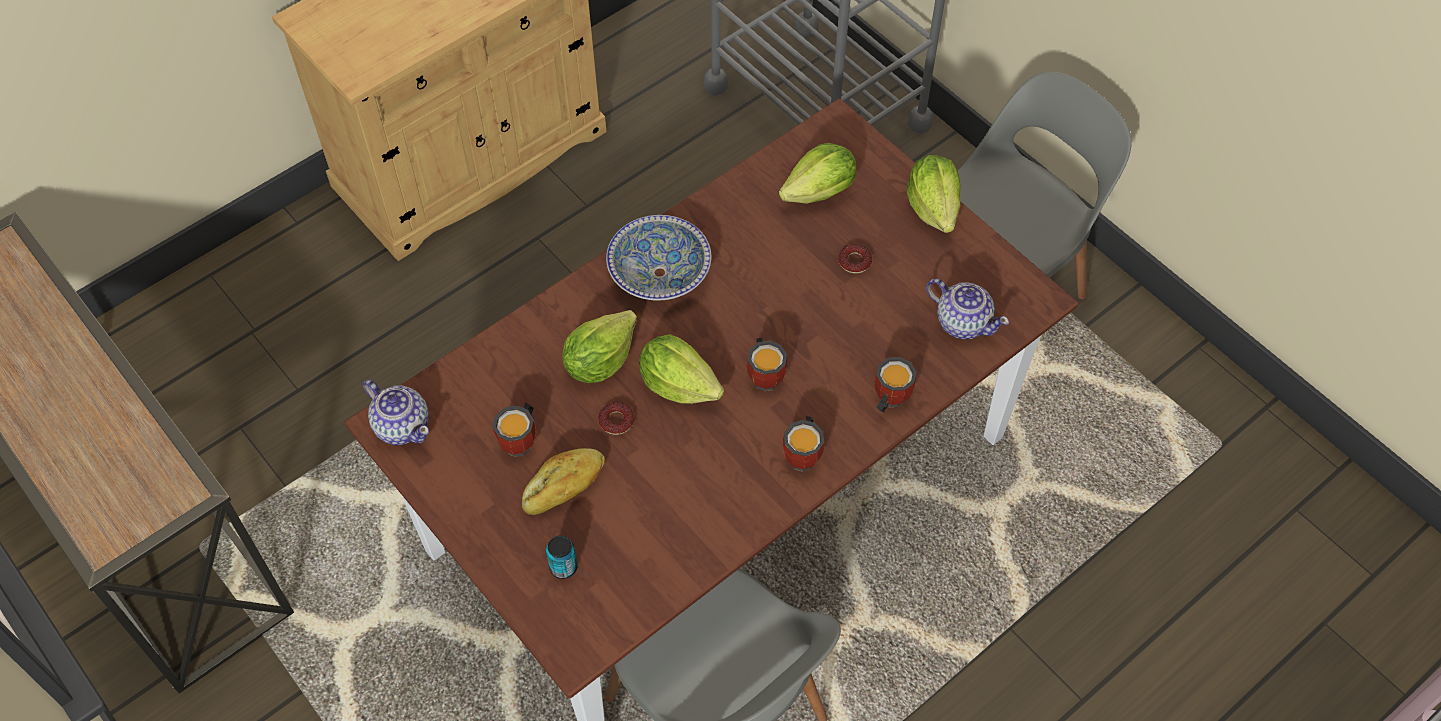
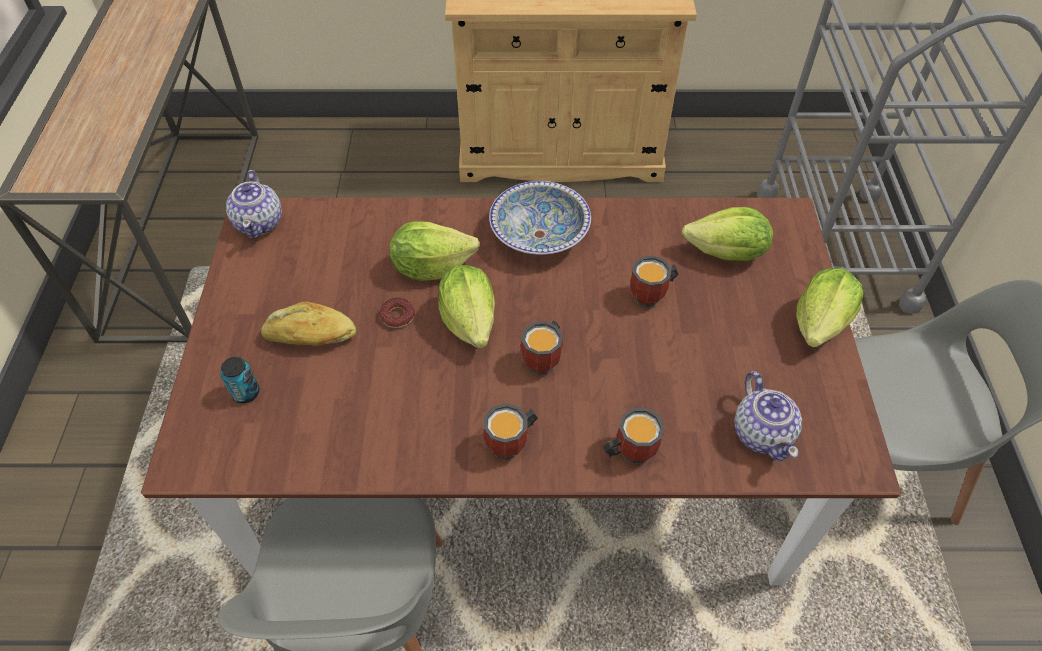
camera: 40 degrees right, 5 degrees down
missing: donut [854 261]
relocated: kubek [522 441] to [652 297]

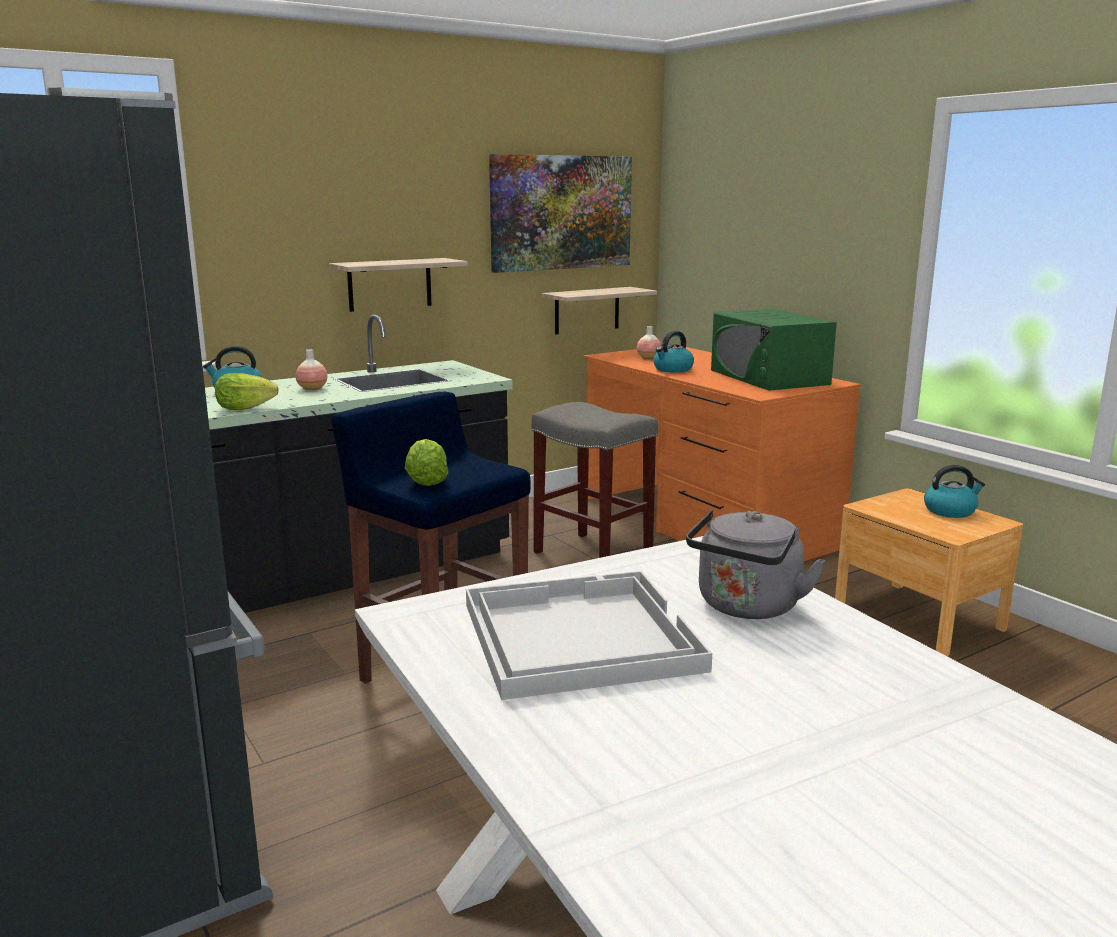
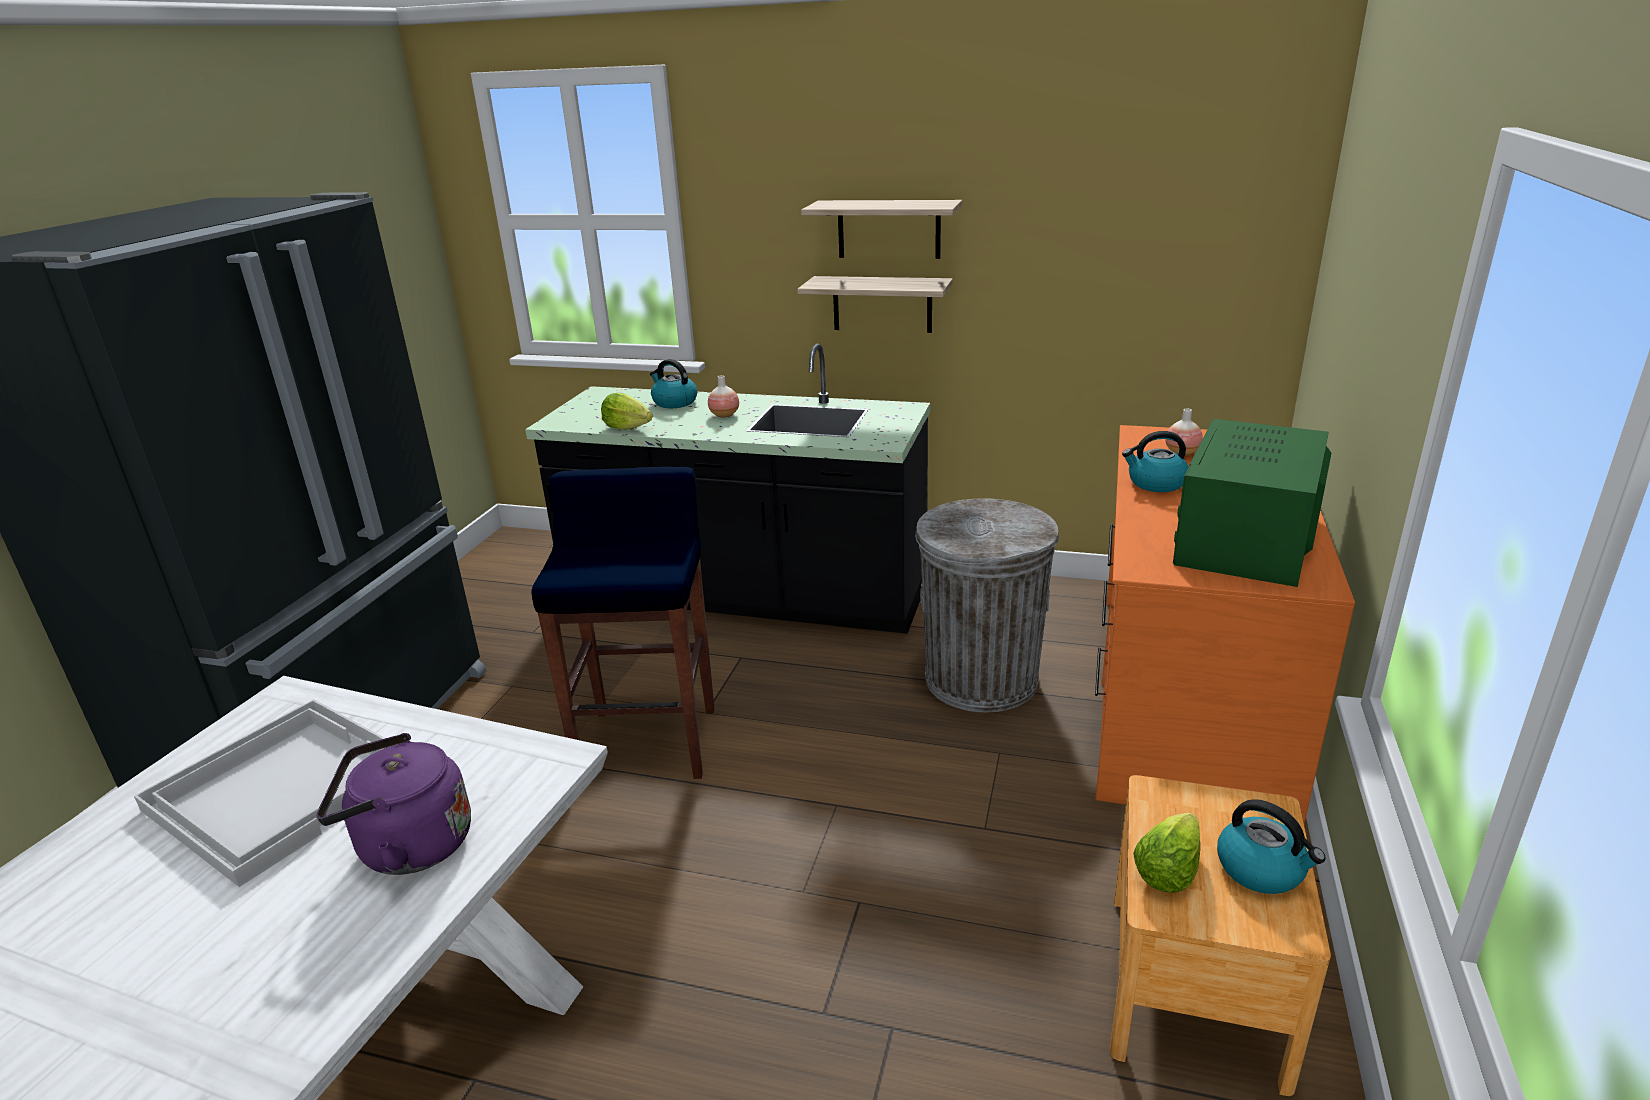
camera: 50 degrees right, 10 degrees up
missing: obraz [561 212]
relocated: sałata [426 481] to [1167 872]; półka [587 310] to [889 229]
exchanged: stołek [szary] [591 555] to kosz na śmieci [szary] [981 679]
colour: czajnik [szary] [746 607] to czajnik [fioletowy] [409 847]

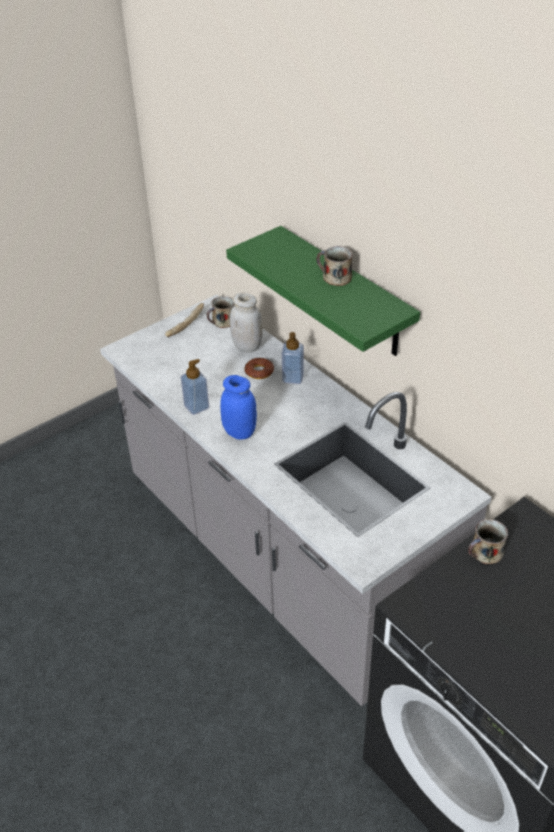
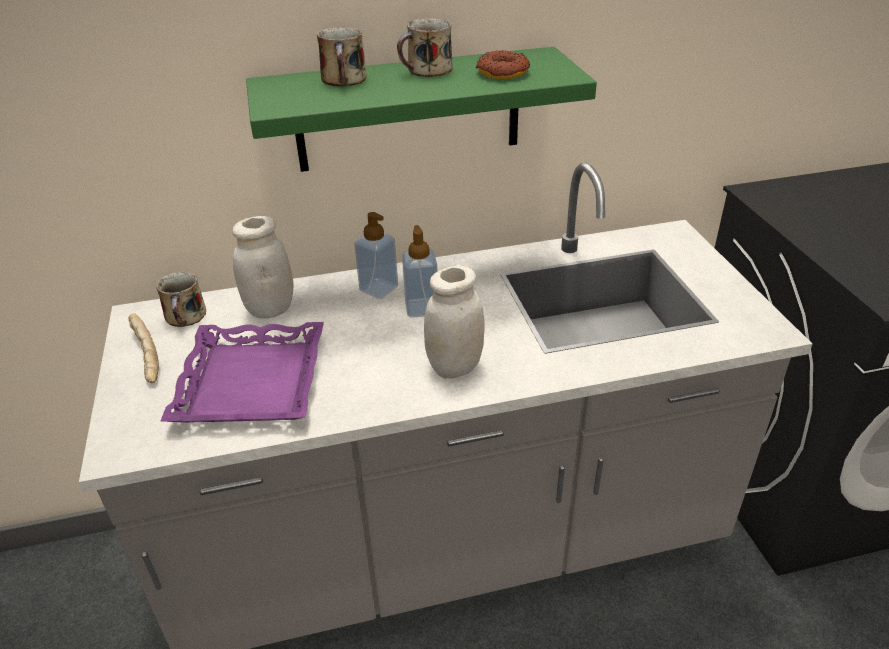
camera: 65 degrees left, 5 degrees down
appeared: taca [fioletowy] [253 382]
relocated: dozownik mydła [196 407] to [421 308]; donut [259 371] to [502 72]; kubek [485 553] to [344 79]
colour: słoik [niebieski] [239 432] to słoik [biały] [455 367]

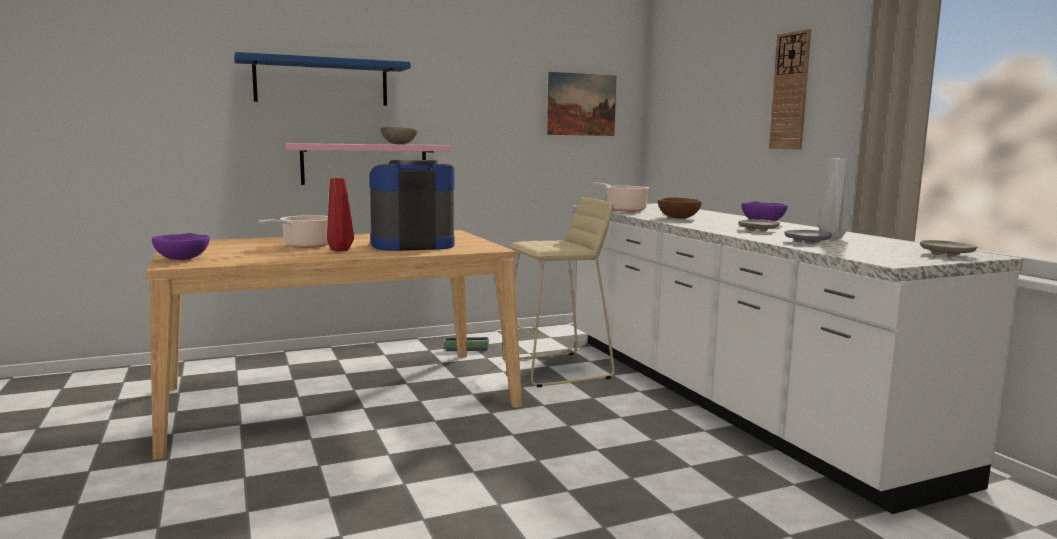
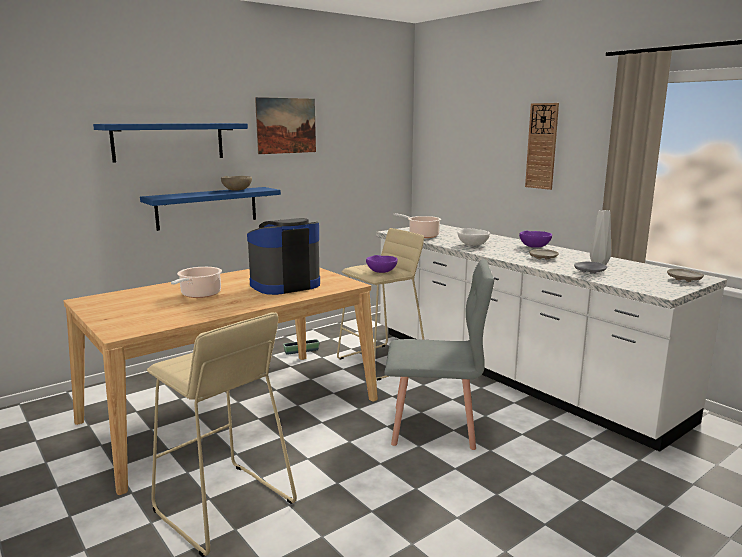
camera: 15 degrees left, 5 degrees up
missing: wazon [czerwony] [339 250]
appeared: stołek [beżowy] [223 507]; krzesło [szary] [434 427]
relocated: miska [fioletowy] [183 259] to [382 272]; obraz [581 104] to [286 125]
colour: półka [różowy] [365 164] to półka [niebieski] [207 208]; miska [brązowy] [678 218] to miska [biały] [472 245]

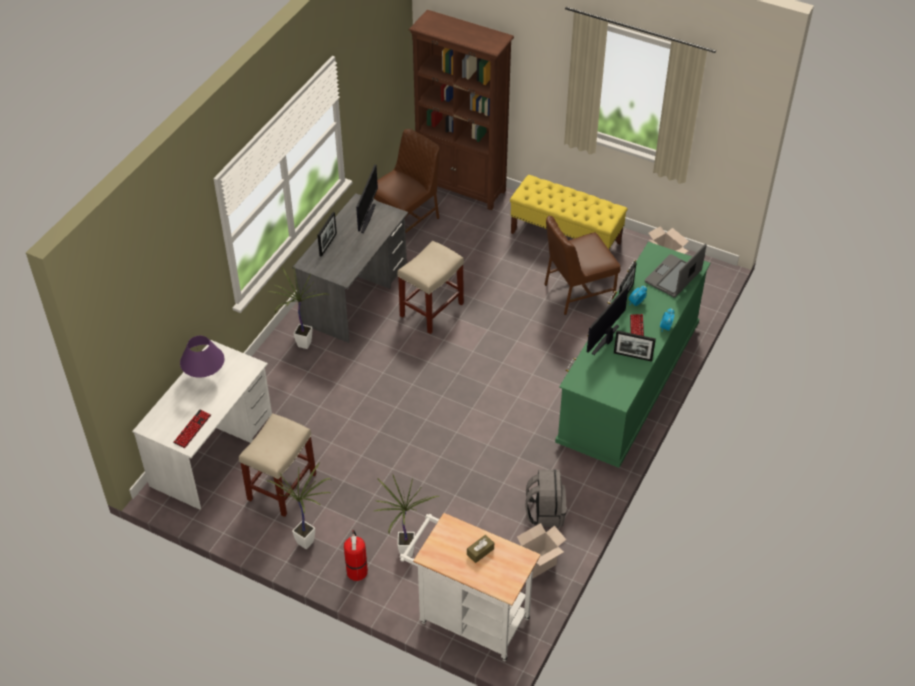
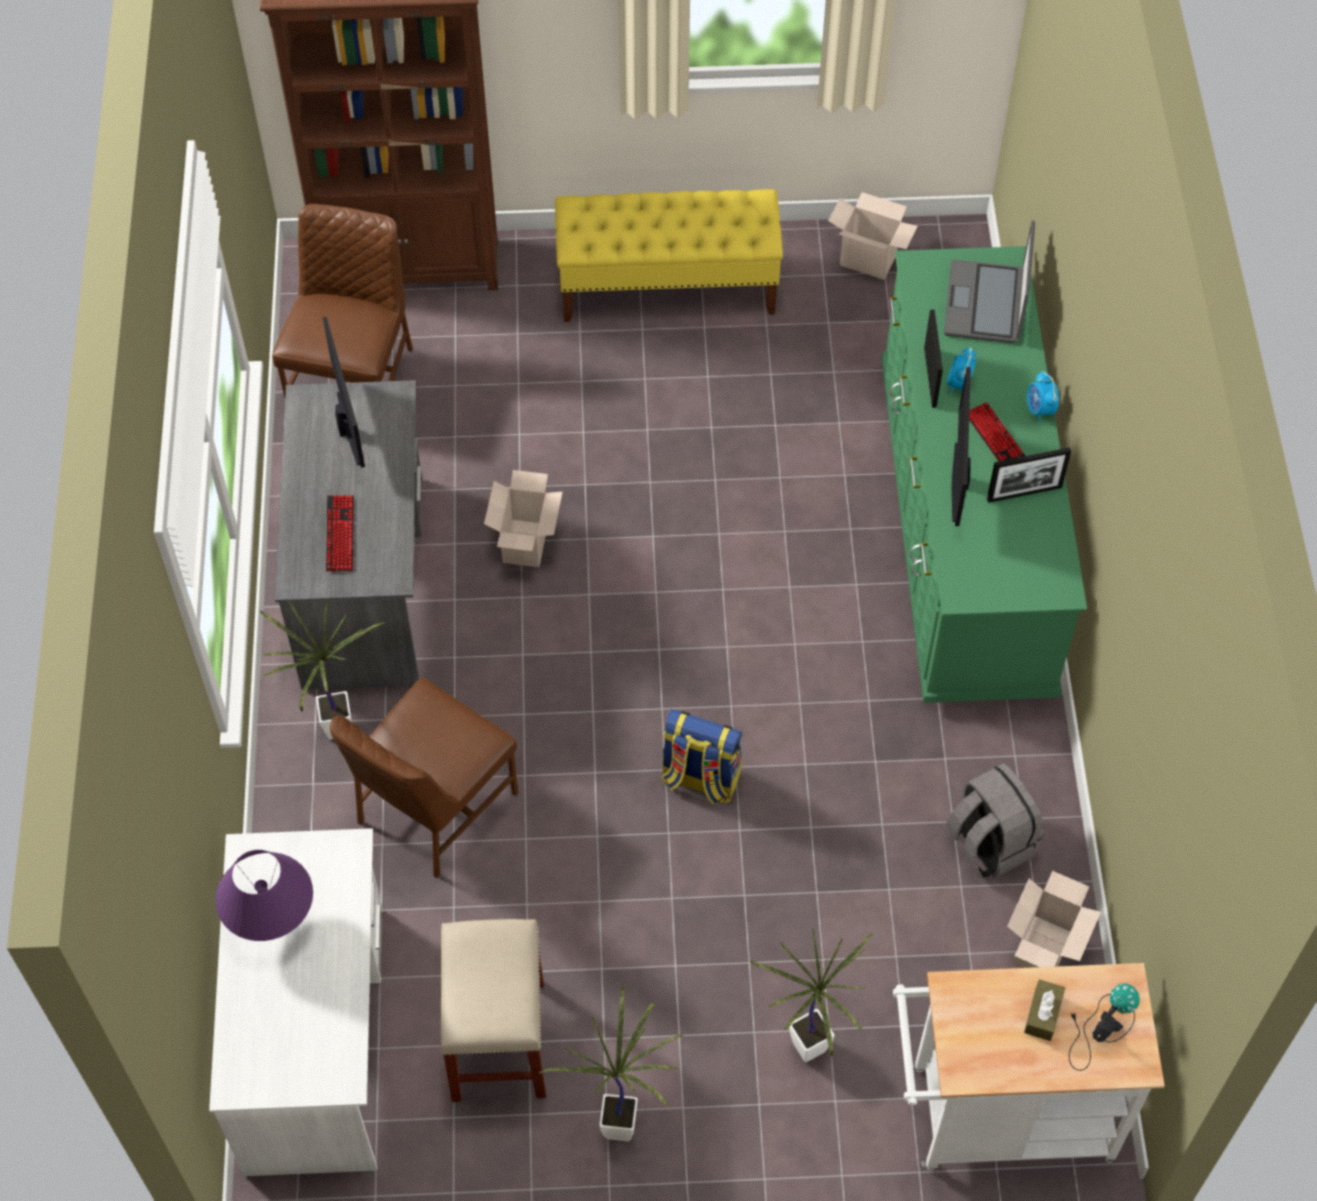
camera: 30 degrees left, 10 degrees up
missing: ramka na zdjęcie [328 244]; gaśnica [357 570]
appeared: plecak [700 779]; lampa stołowa [1099 1029]
relocated: klawiatura [192 429] to [340 534]; krzesło [brązowy] [577 292] to [433 808]
exchanged: stołek [beżowy] [431 310] to karton [526 545]

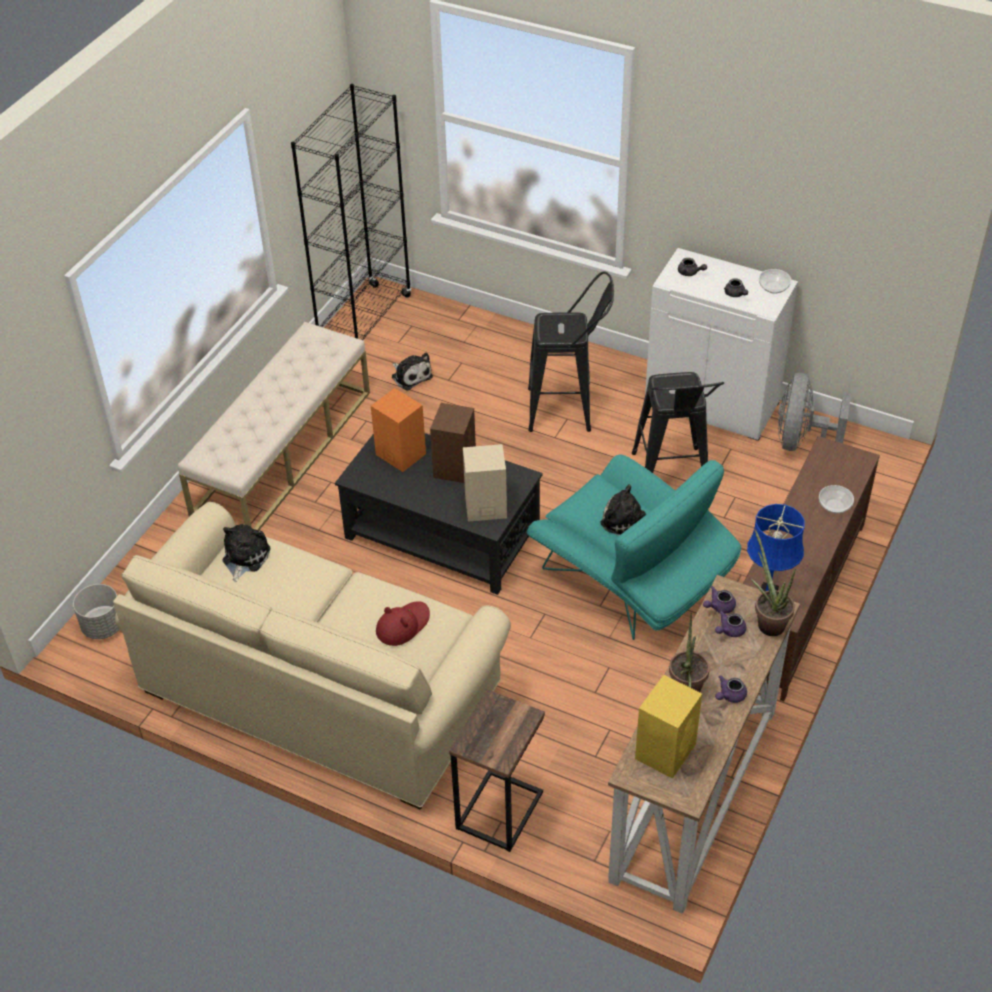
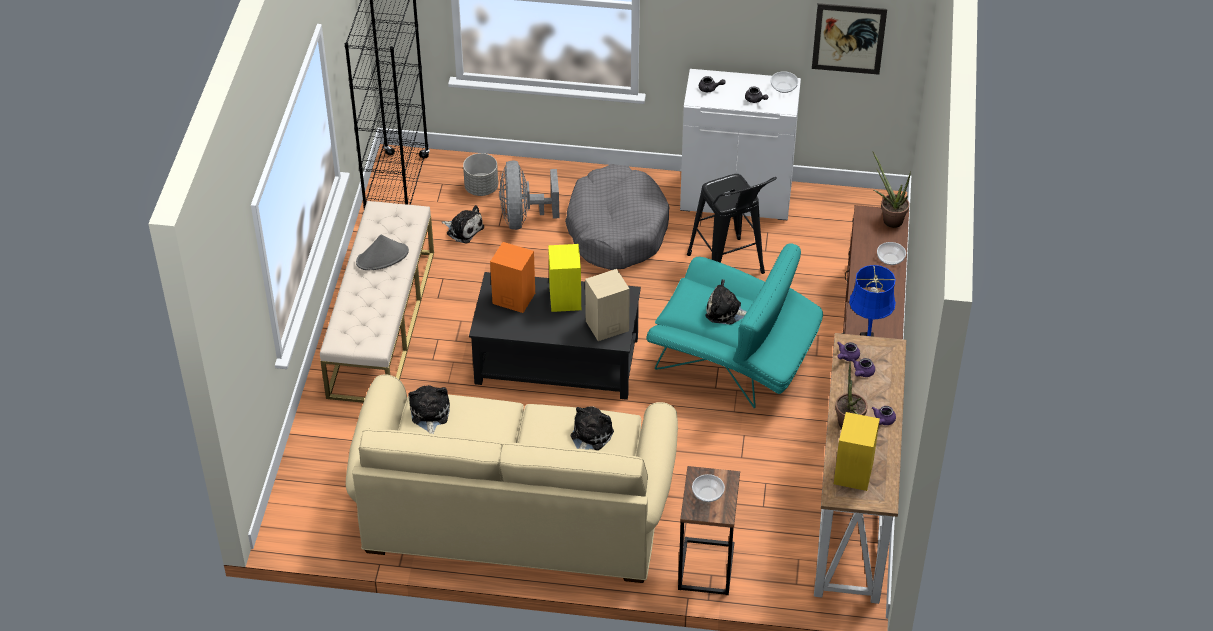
camera: 20 degrees left, 0 degrees up
appeared: kapelusz [szary] [382 257]; miska [708 494]; obraz [848 38]
relocated: donica [szary] [103 626] to [481 188]; roślina doniczkowa [767 621] to [889 219]; wentylator [szary] [801 439] to [523 217]
exchanged: kapelusz [czerwony] [402 625] to pluszak [590 436]; stołek [czarny] [568 410] to legowisko [szary] [616 229]
colour: głośnik [brązowy] [455 466] to głośnik [żółty] [565 298]

